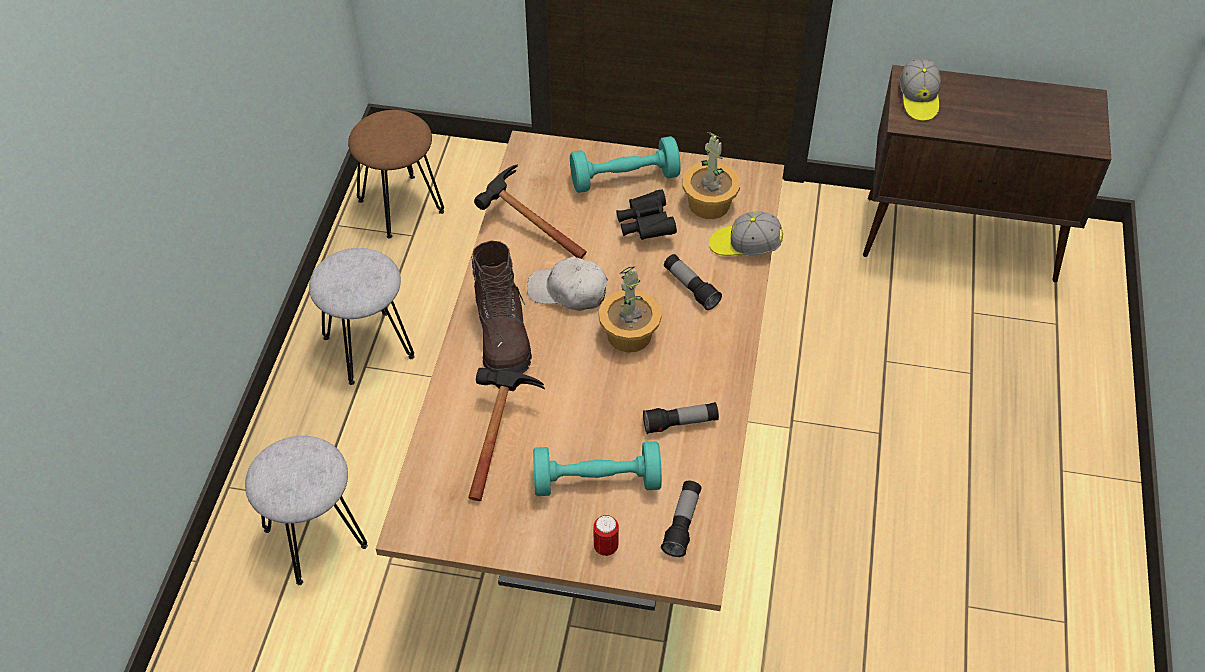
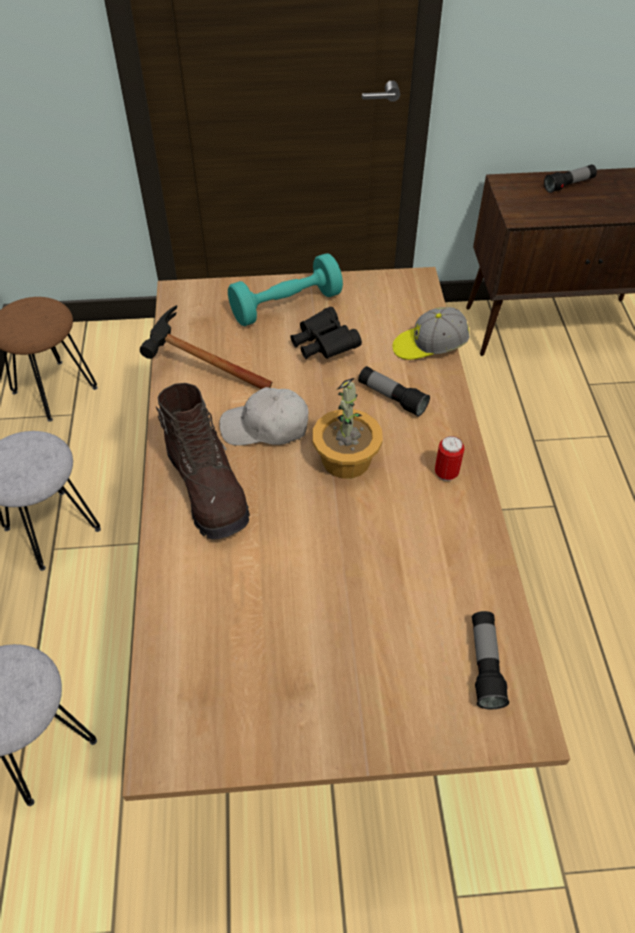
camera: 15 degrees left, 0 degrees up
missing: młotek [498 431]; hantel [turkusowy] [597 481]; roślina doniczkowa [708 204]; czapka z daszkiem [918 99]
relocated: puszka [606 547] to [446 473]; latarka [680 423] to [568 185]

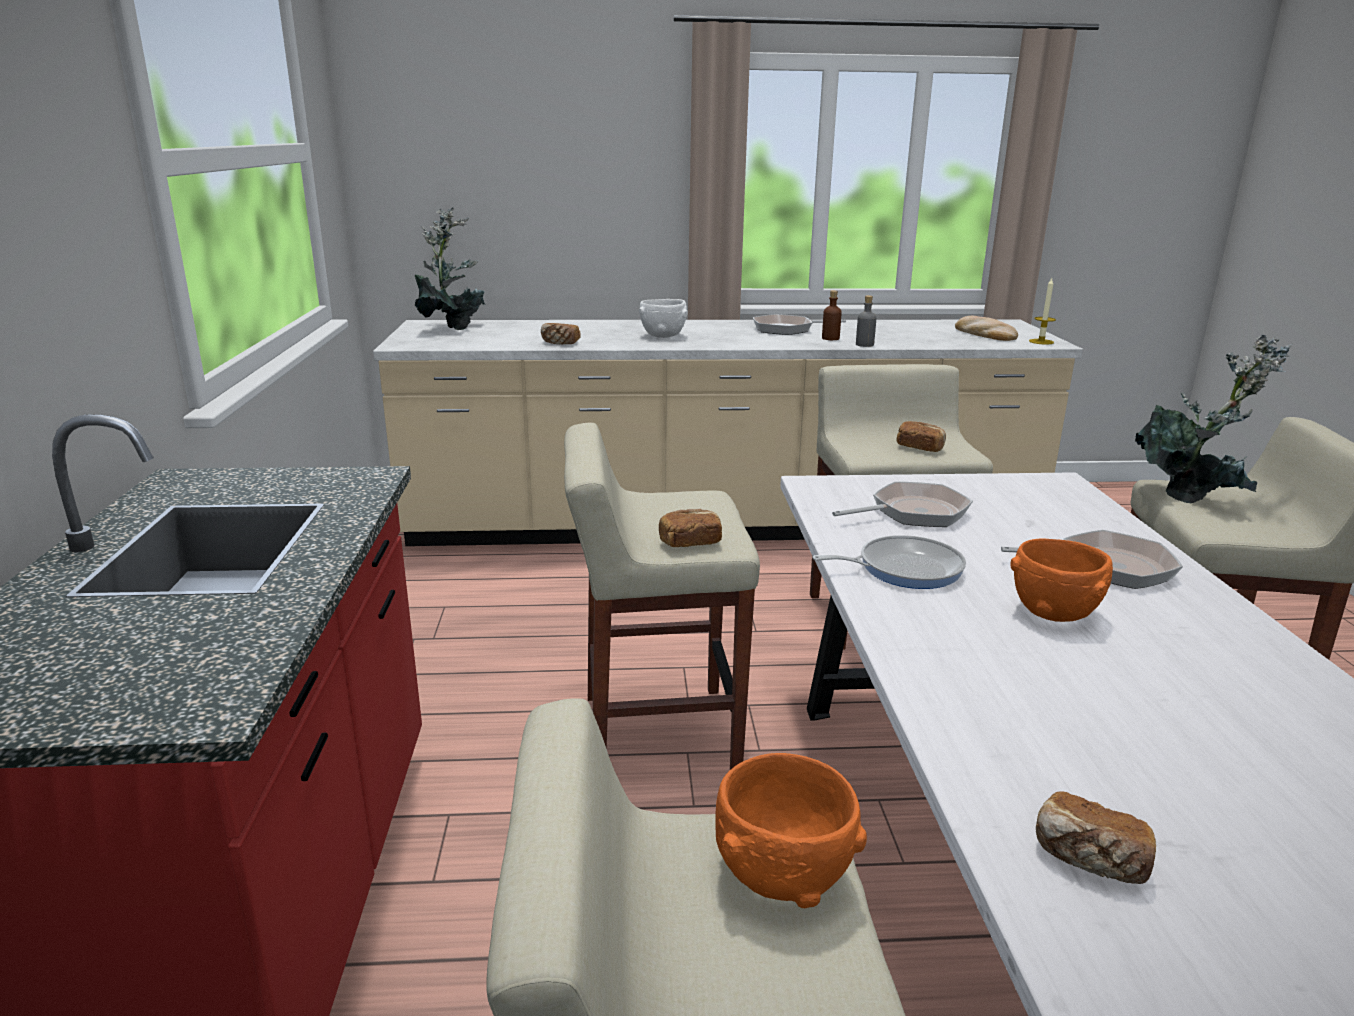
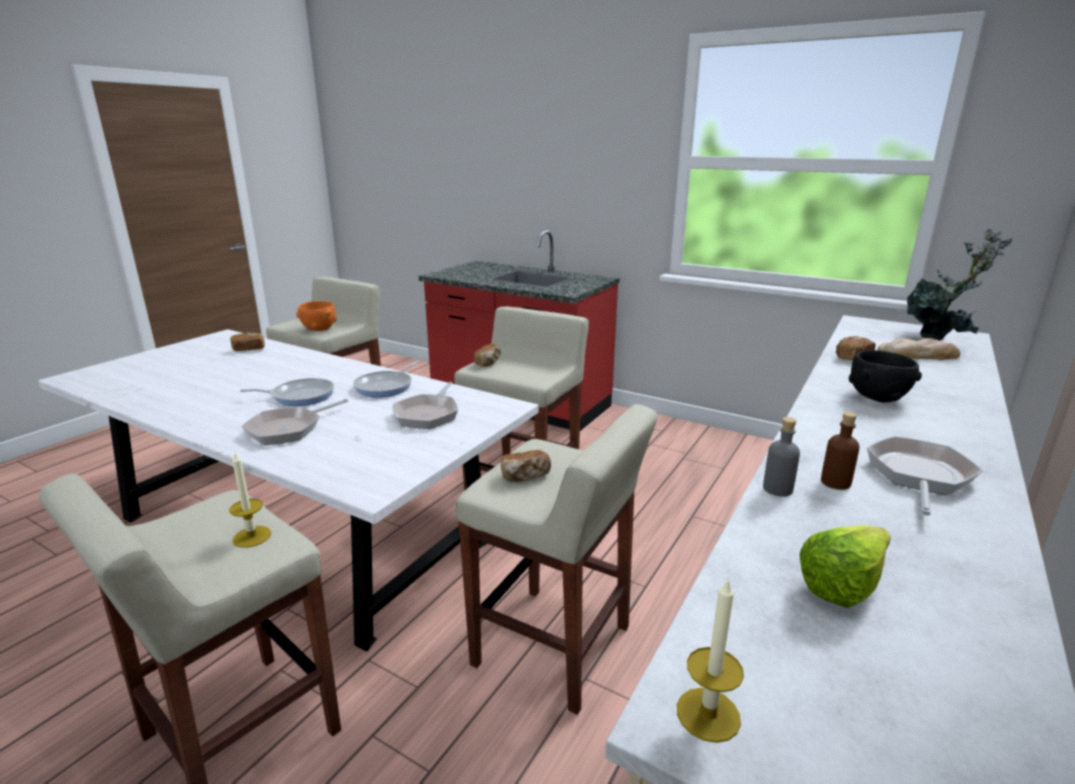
camera: 125 degrees right, 0 degrees up
appeared: sałata [849 584]
relocated: chleb [984 334] to [917 355]
exchanged: miska [pomarańczowy] [1054 613] to patelnia [300 396]; roślina doniczkowa [1191 497] to świeca [252 536]
colour: miska [biały] [663 336] to miska [czarny] [877 398]

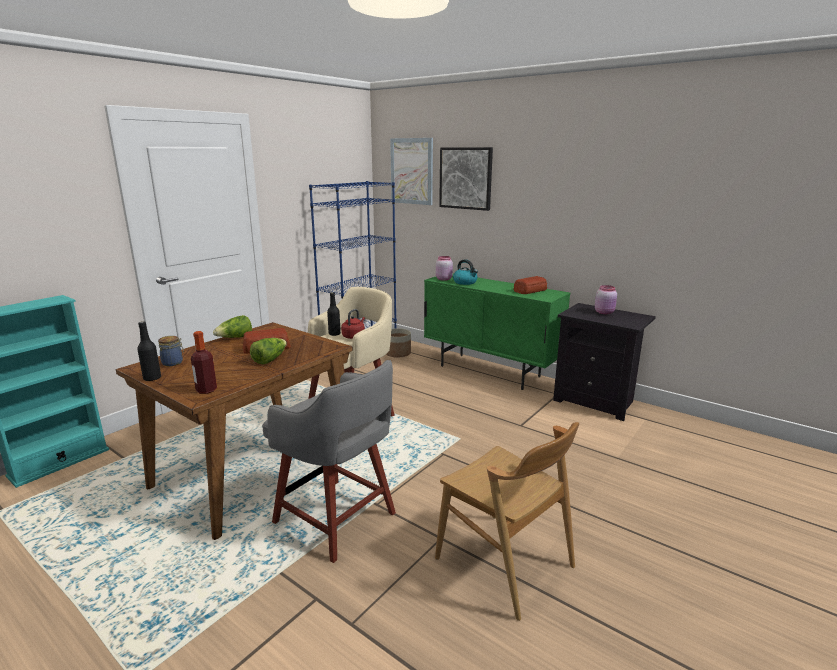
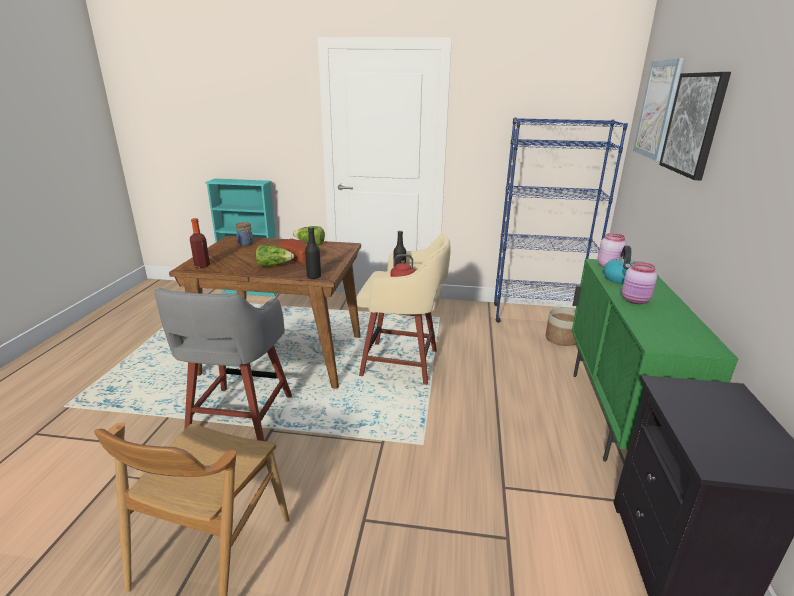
camera: 60 degrees right, 5 degrees up
missing: chleb [529 290]
relocated: butelka [czarny] [152 378] to [314 276]; słoik [różowy] [605 312] to [635 301]

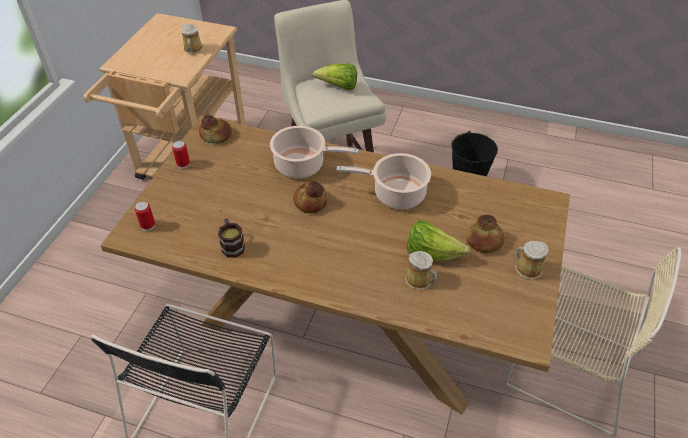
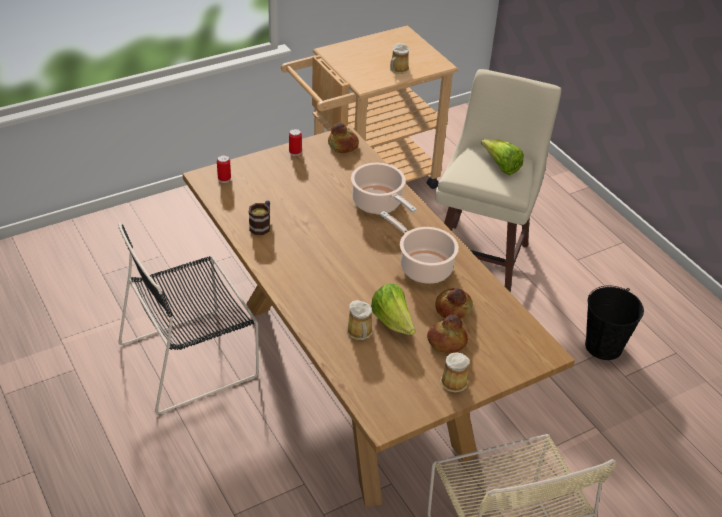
camera: 40 degrees right, 5 degrees down
relocated: chleb [310 202] to [452 308]

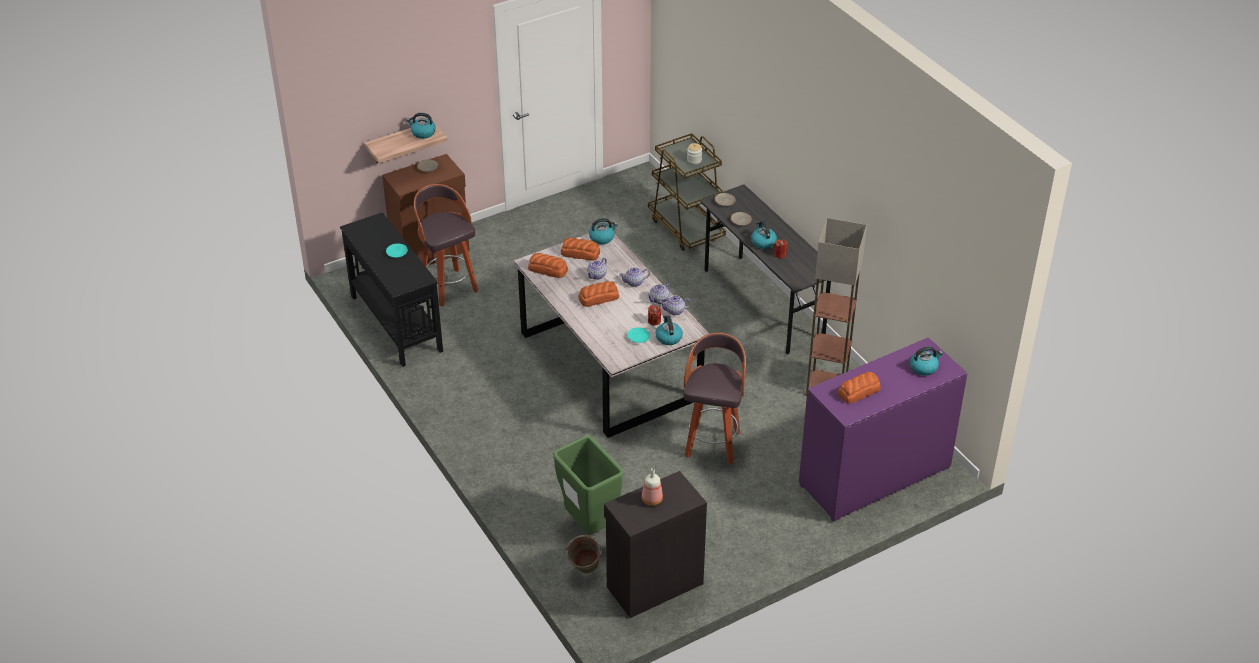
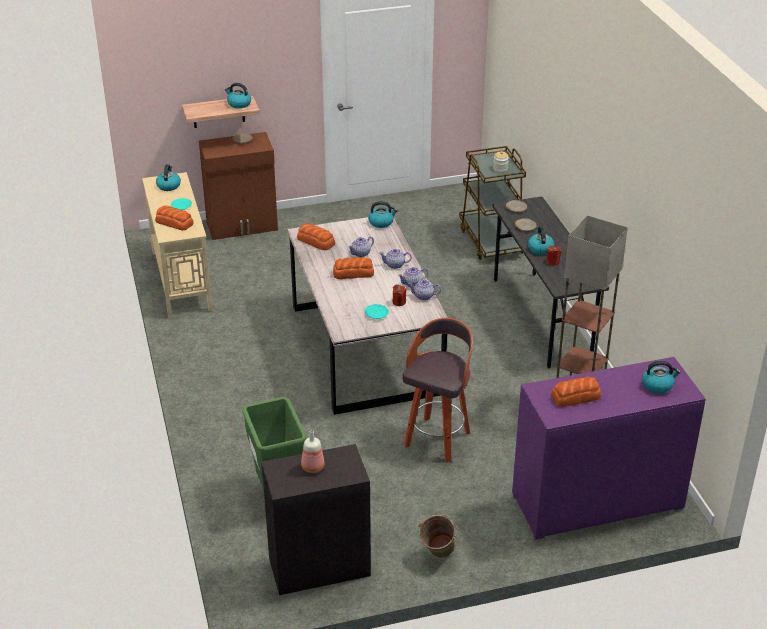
camera: 15 degrees right, 5 degrees down
missing: stołek [448 287]
relocated: chleb [580 253] to [174 222]; wiadro [zielony] [584 572] to [437 556]; czajnik [668 337] to [168 186]
colour: stolik konsolowy [czarny] [396 322] to stolik konsolowy [beżowy] [181 279]

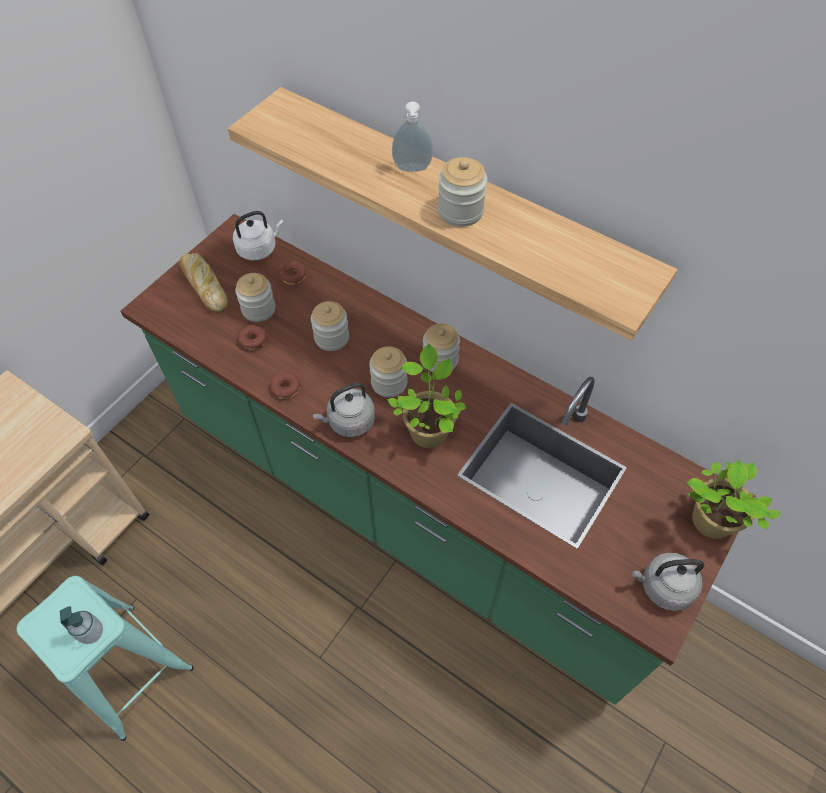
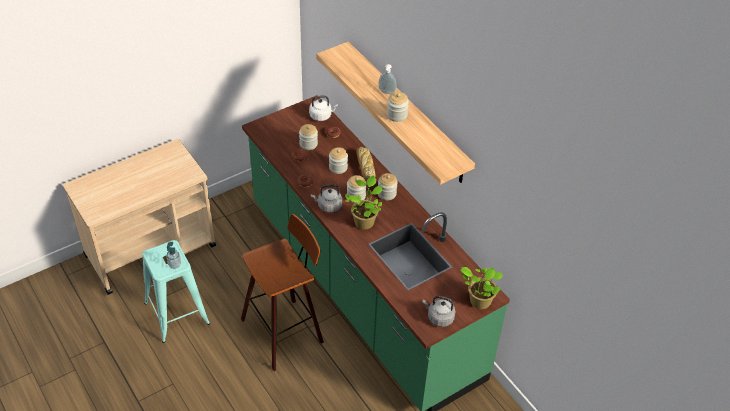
camera: 20 degrees right, 10 degrees down
appeared: stołek [285 330]
relocated: chleb [204 285] to [365 165]

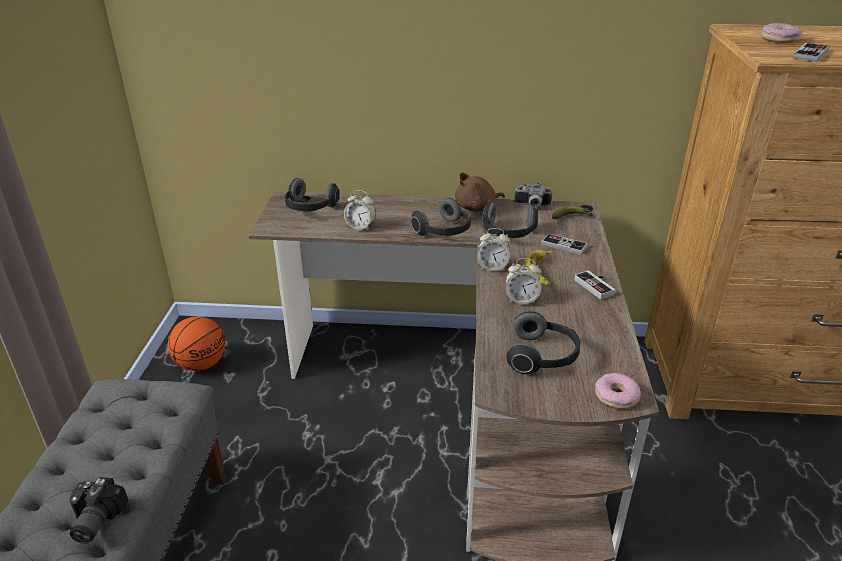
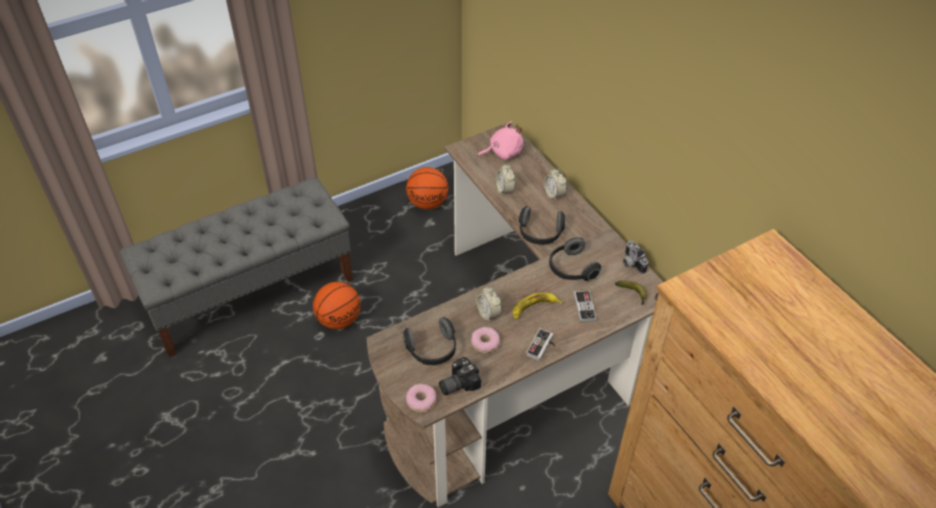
camera: 55 degrees right, 15 degrees up
missing: pluszak [brązowy] [477 208]; pad do gier [810 54]
appeared: piłka do koszykówki [339 319]
relocated: aparat fotograficzny [93 521] to [457 383]; budzik [492 267] to [554 194]; donut [779 39] to [485 343]
exchanged: słuchawki [310 208] to pluszak [różowy] [503 152]

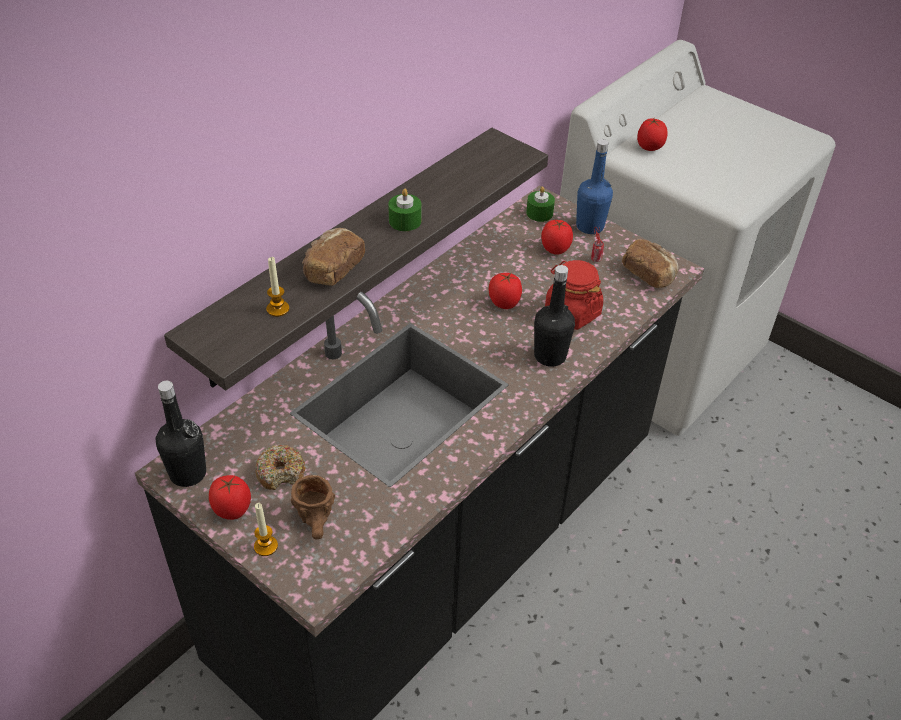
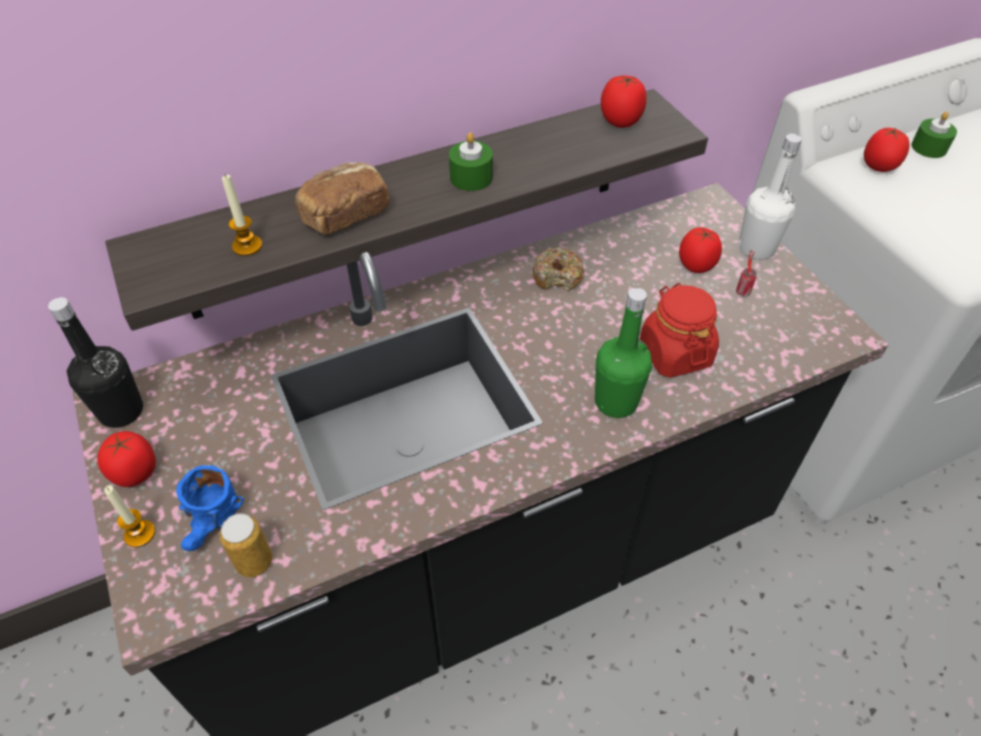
camera: 25 degrees right, 5 degrees up
missing: chleb [649 274]
appeared: puszka [254 562]
relocated: donut [281 472] to [557 276]; pomidor [504 303] to [620 121]; świeca [zielony] [539 213] to [929 147]
colour: kubek [brązowy] [318 522] to kubek [niebieski] [214 525]; butelka [czarny] [550 356] to butelka [zielony] [616 402]; butelka [niebieski] [590 226] to butelka [biały] [756 248]

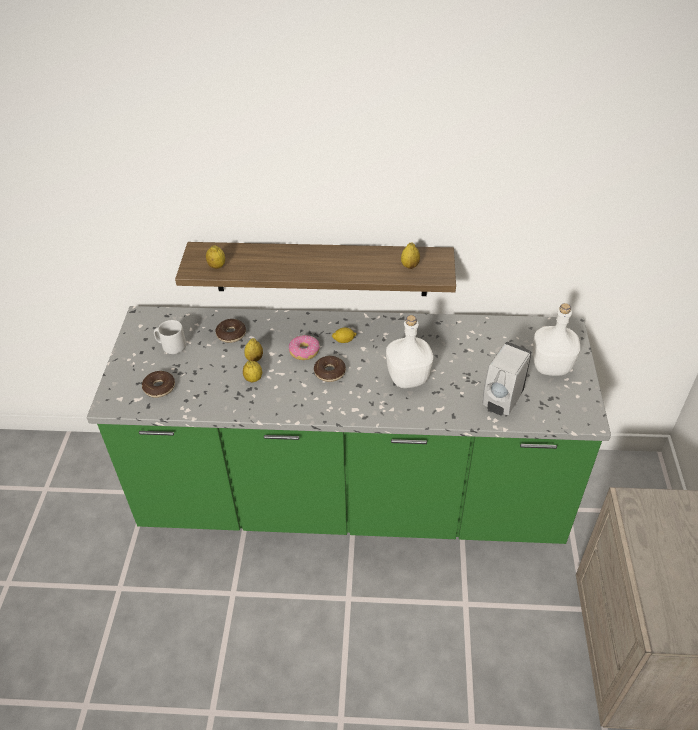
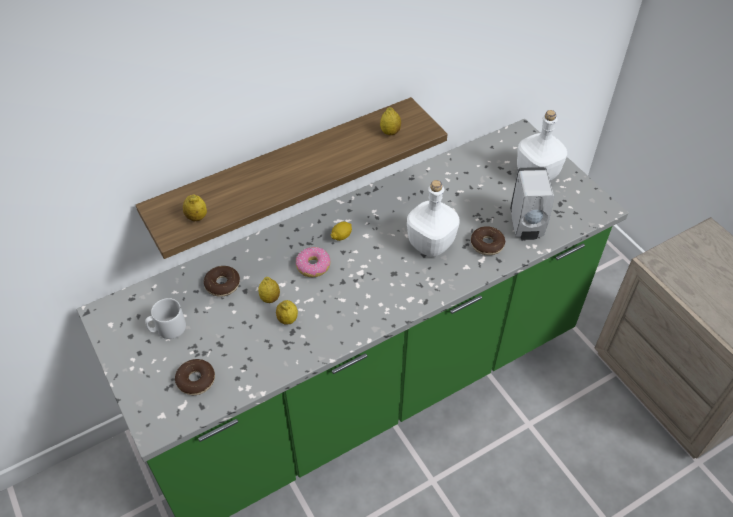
camera: 35 degrees left, 5 degrees up
relocated: donut [329 372] to [487 244]

